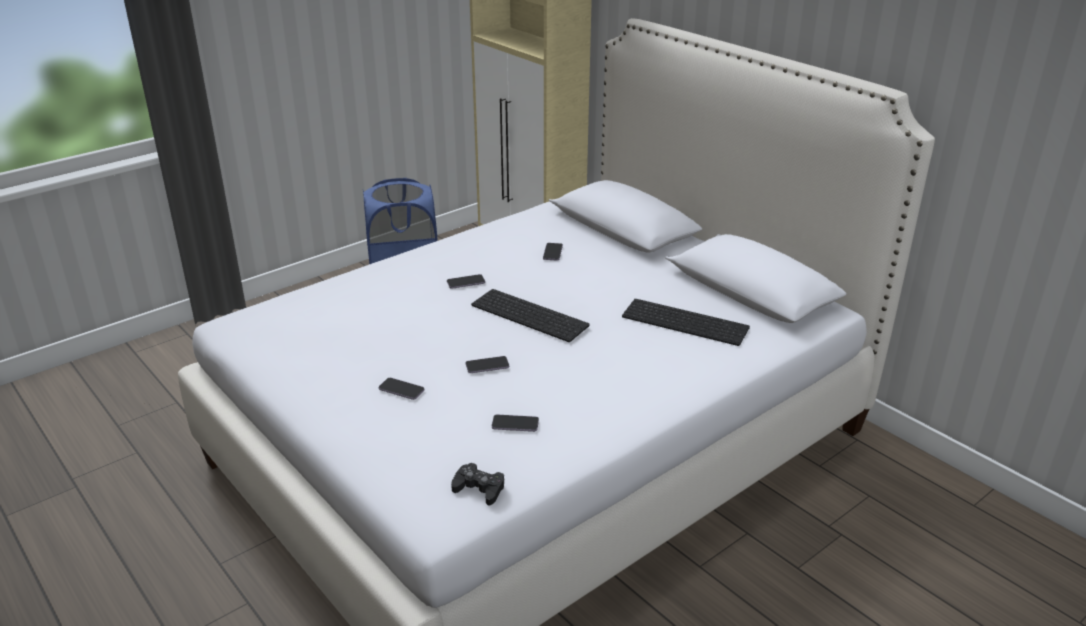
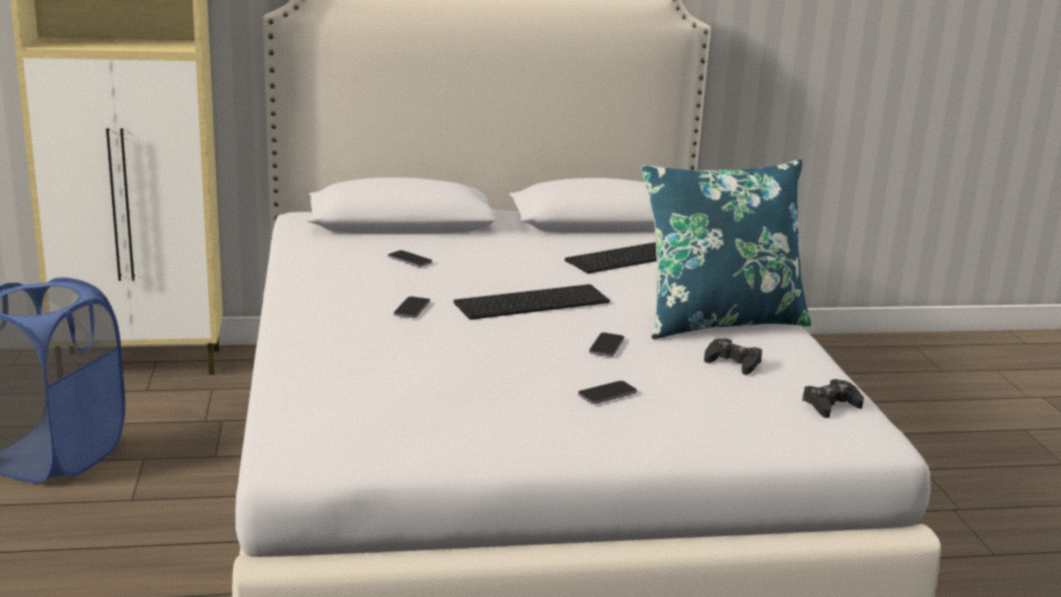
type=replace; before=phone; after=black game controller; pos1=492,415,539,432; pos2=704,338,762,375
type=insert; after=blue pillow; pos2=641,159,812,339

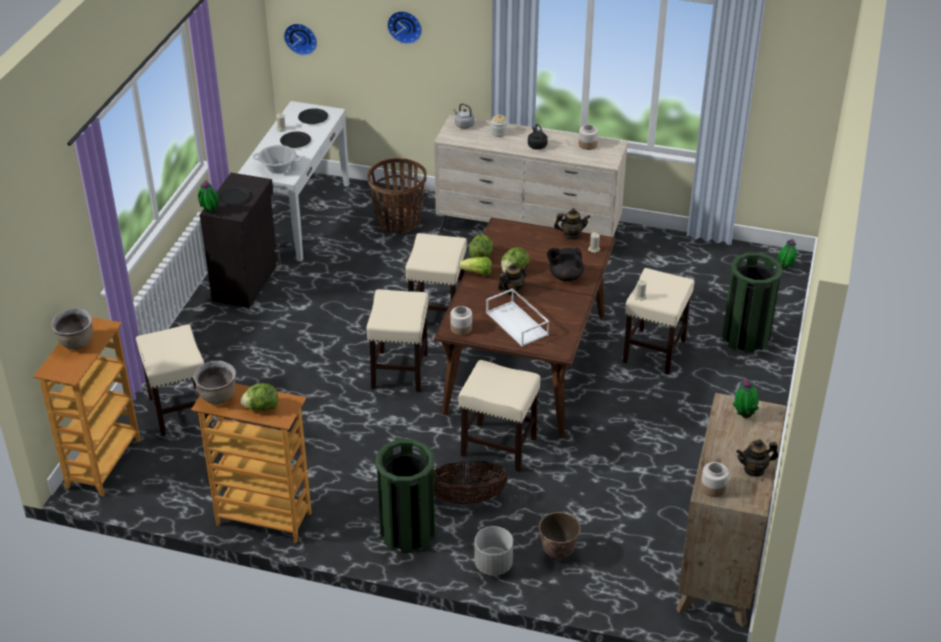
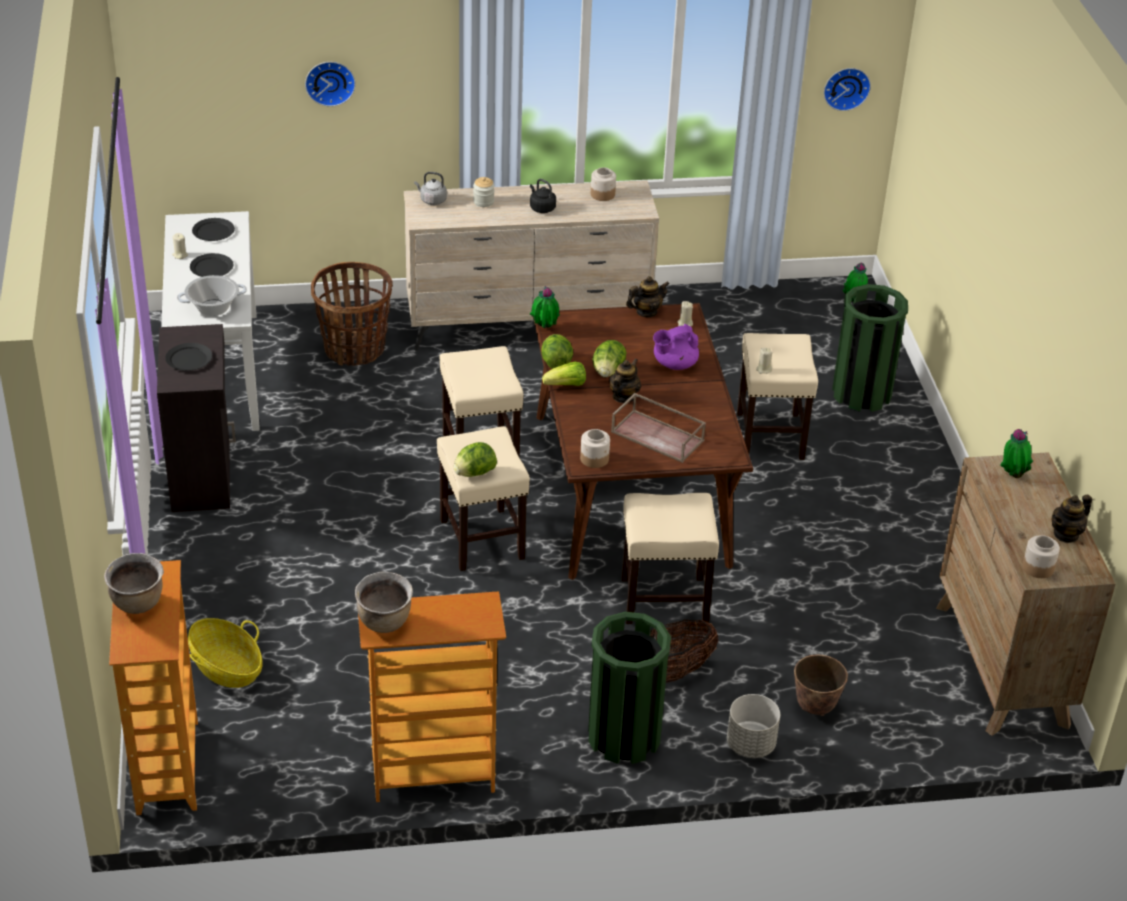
type=replace; before=beige stool; after=basket; pos1=136,324,211,436; pos2=188,618,263,688
type=move; before=potted plant; pos1=198,179,219,212; pos2=530,286,560,328
type=move; before=lettuce; pos1=241,383,278,411; pos2=454,442,497,477
type=move; before=wall clock; pos1=284,23,317,56; pos2=824,68,871,111
type=recolor; before=white tray; after=brown tray; pos1=486,288,549,347; pos2=611,393,706,463
type=recolor; before=black teapot; after=purple teapot; pos1=547,247,584,281; pos2=653,324,699,370

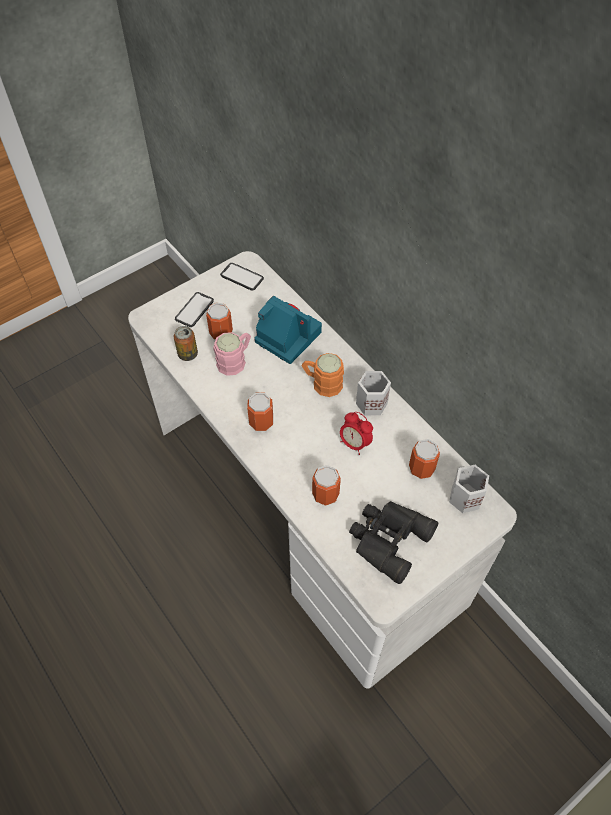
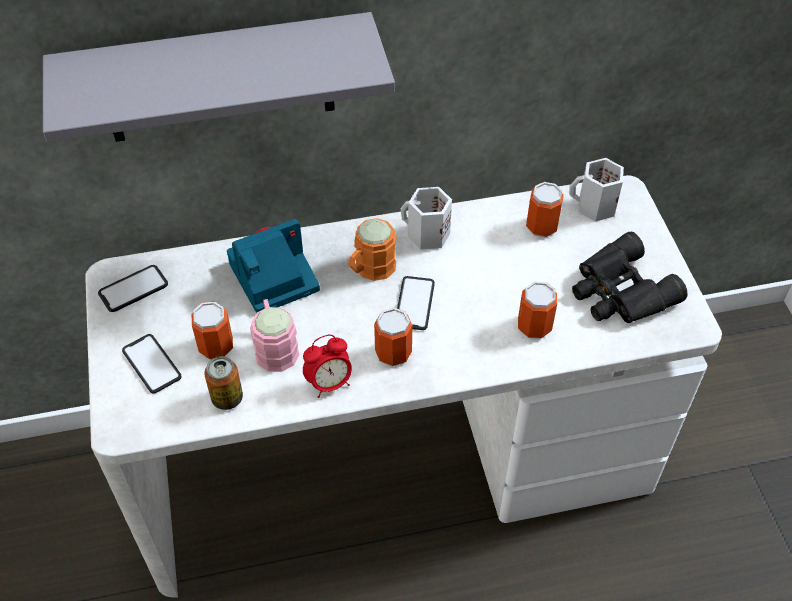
type=move; before=alarm clock; pos1=340,412,373,455; pos2=303,335,352,398
type=insert; after=grey shelf; pos2=43,12,395,142
type=insert; after=phone; pos2=397,276,435,330

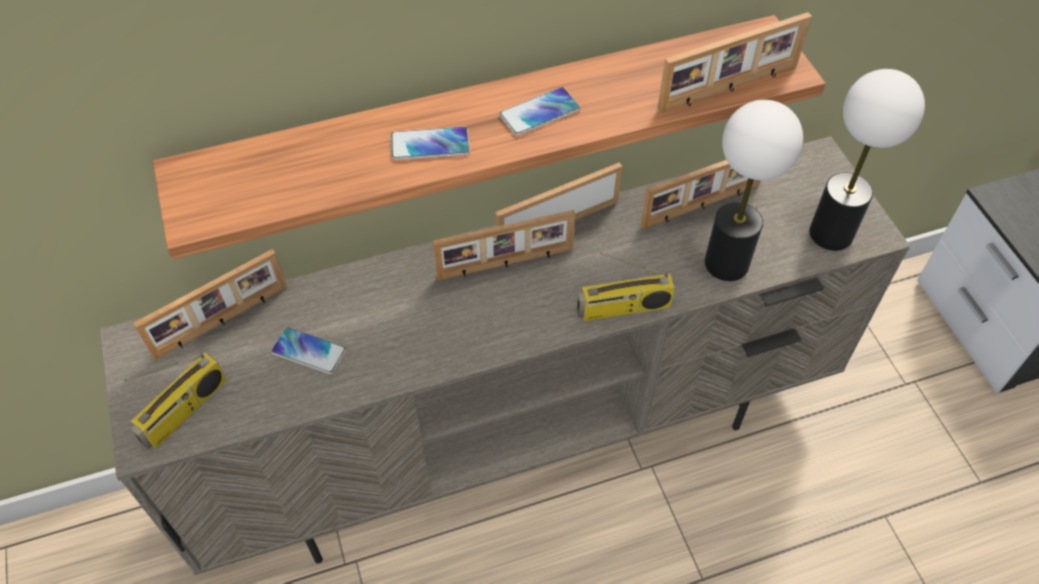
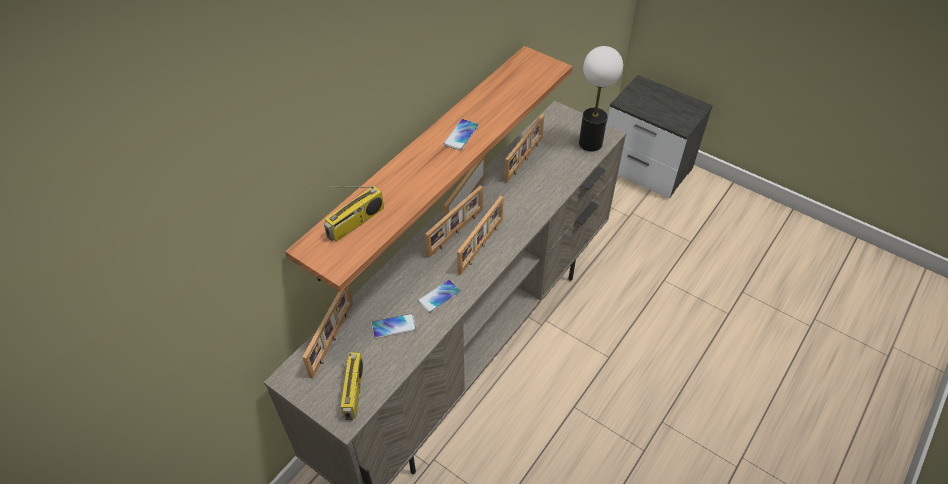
type=move; before=phone; pos1=390,127,470,160; pos2=418,280,461,313
type=move; before=radio; pos1=577,252,675,321; pos2=324,186,384,242
type=move; before=picture frame; pos1=657,12,812,113; pos2=457,196,504,275
type=delete; before=table lamp; pos1=705,100,803,281

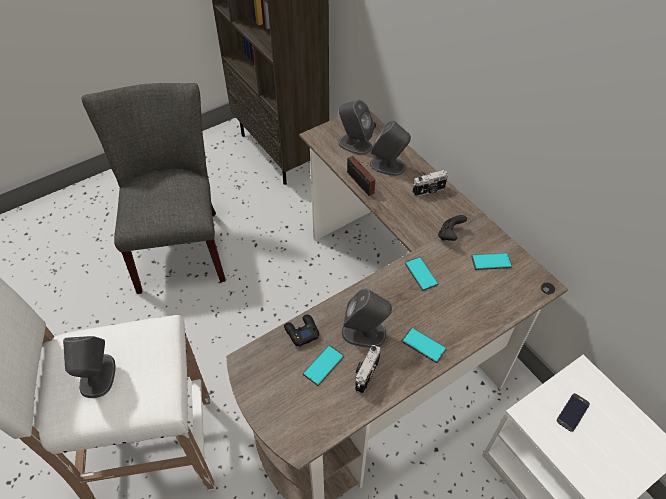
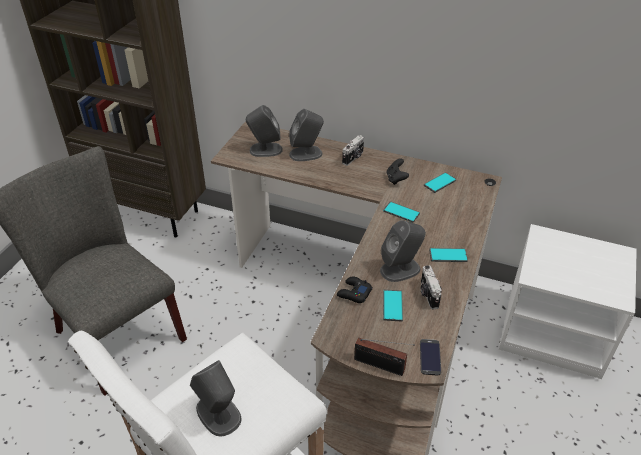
type=move; before=radio; pos1=347,156,378,196; pos2=354,338,415,376
type=move; before=phone; pos1=557,393,590,432; pos2=420,339,441,375

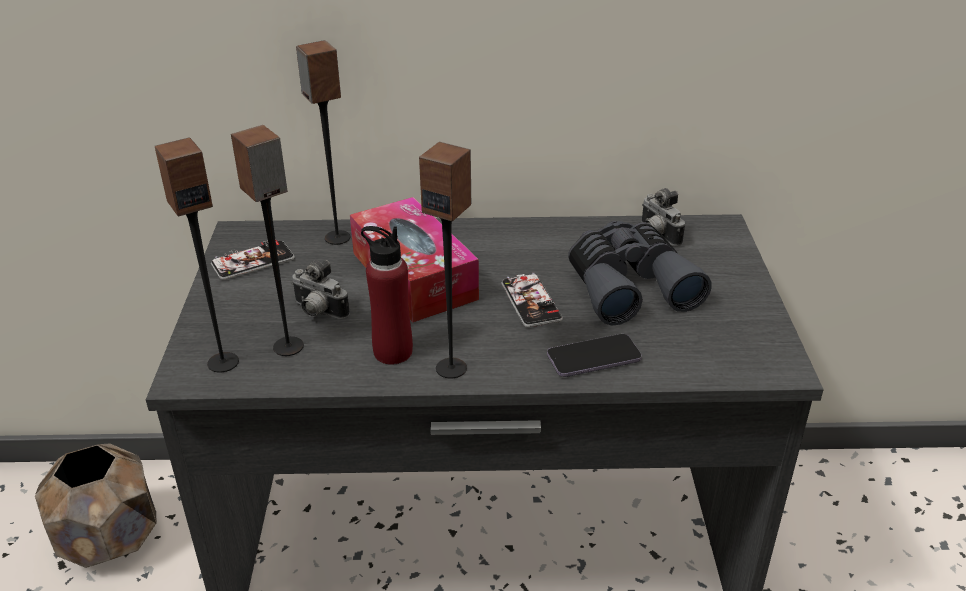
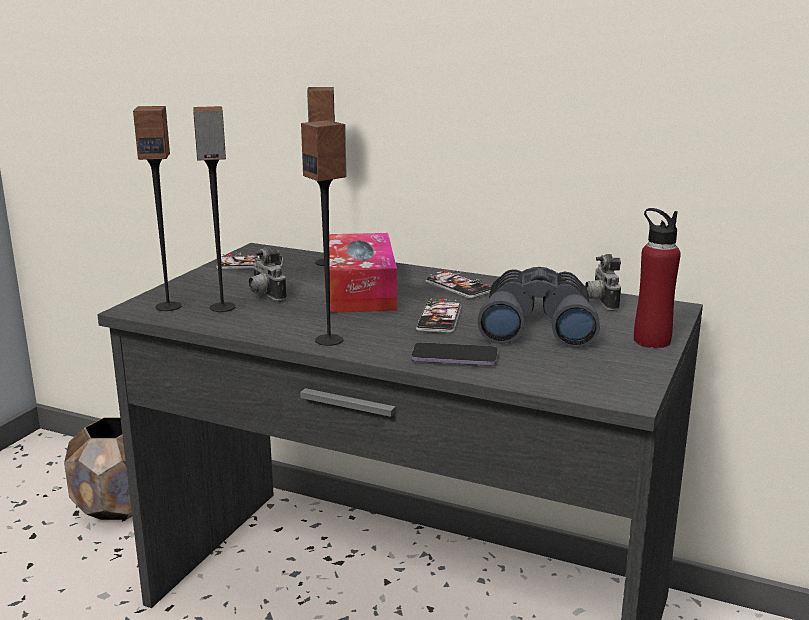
type=move; before=red bottle; pos1=361,226,413,364; pos2=634,208,681,348
type=insert; after=phone; pos2=425,270,491,299

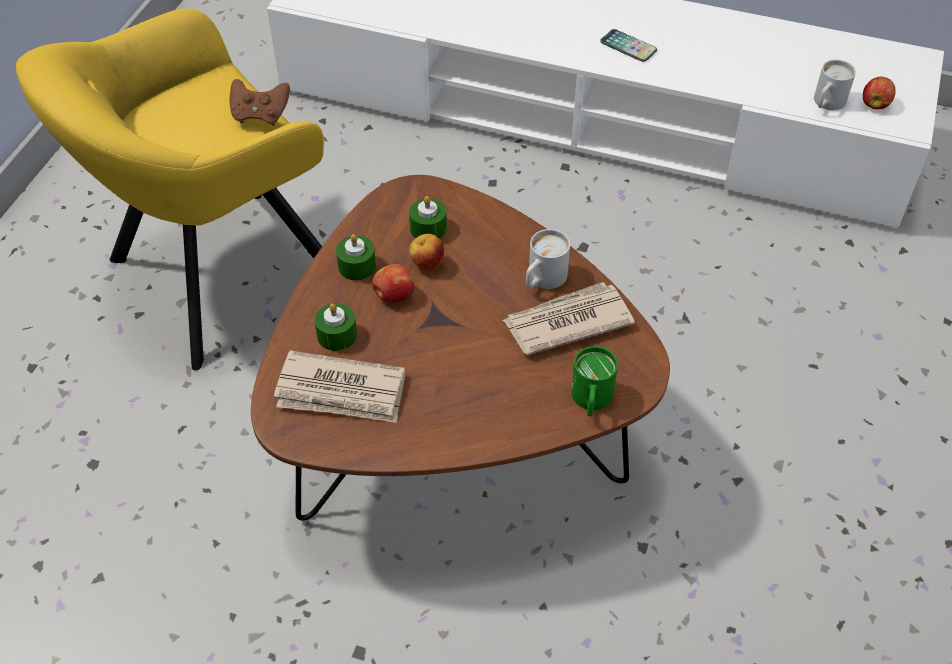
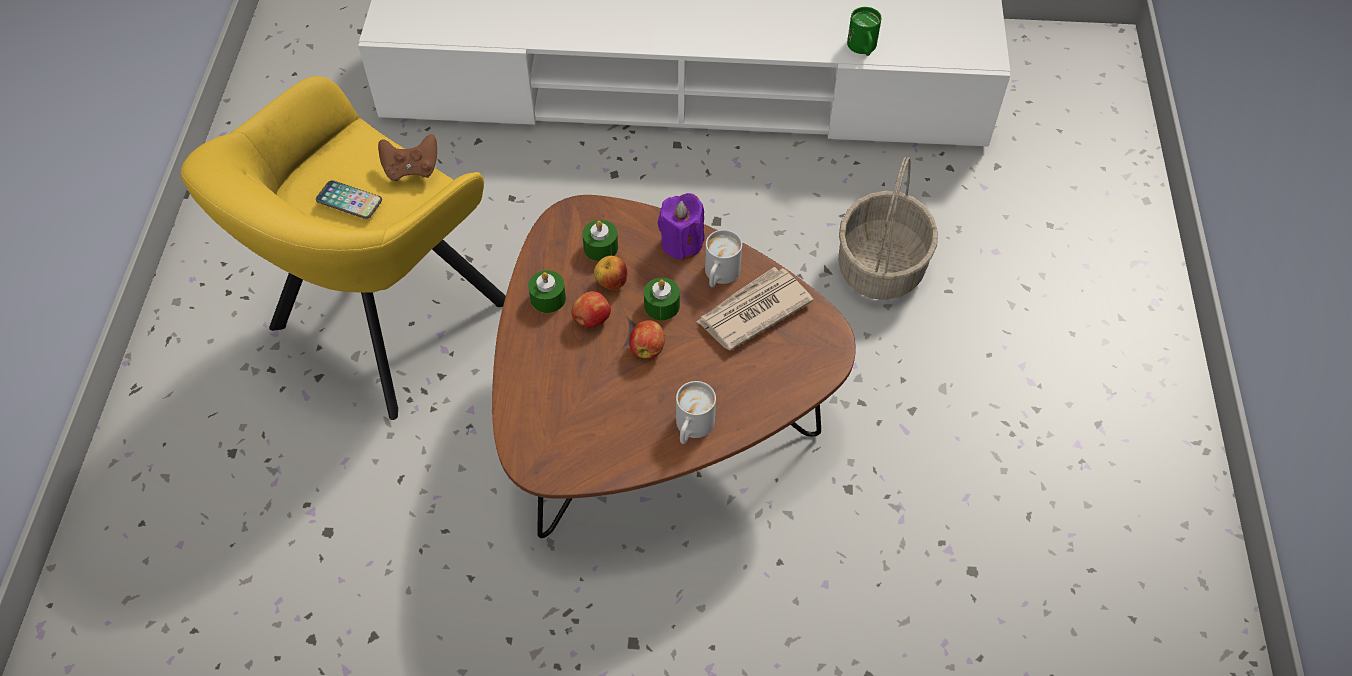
type=delete; before=newspaper; pos1=274,350,405,423
type=move; before=green candle; pos1=314,303,357,351; pos2=644,278,680,320
type=move; before=green mug; pos1=571,346,618,416; pos2=847,7,882,56
type=move; before=phone; pos1=600,29,657,62; pos2=316,180,382,219
type=move; before=white mug; pos1=814,59,856,110; pos2=676,381,716,444
type=move; before=apple; pos1=863,77,896,110; pos2=629,320,665,359
type=insert; after=purple candle; pos2=658,193,705,261
type=insert; after=basket; pos2=838,157,938,300

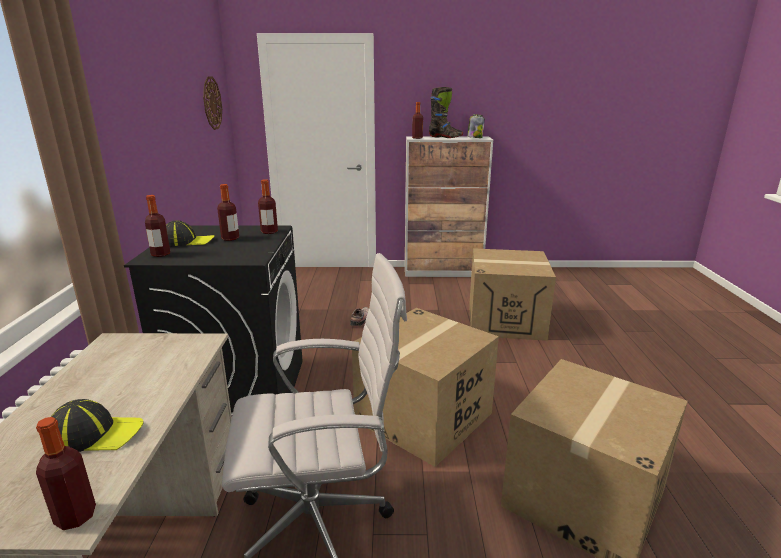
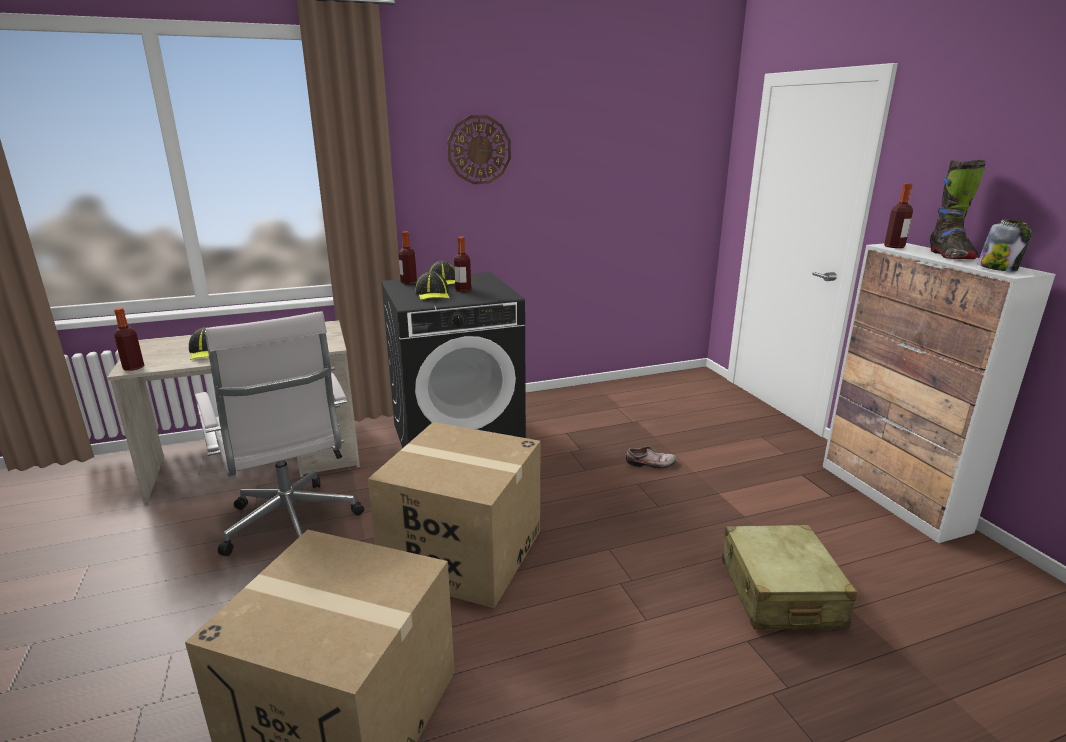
type=move; before=wall clock; pos1=203,76,222,130; pos2=447,115,511,184
type=delete; before=bottle; pos1=258,179,278,234
type=replace; before=cardboard box; after=beige suitcase; pos1=469,248,556,341; pos2=722,525,857,630
type=insert; after=cap; pos2=415,271,450,300

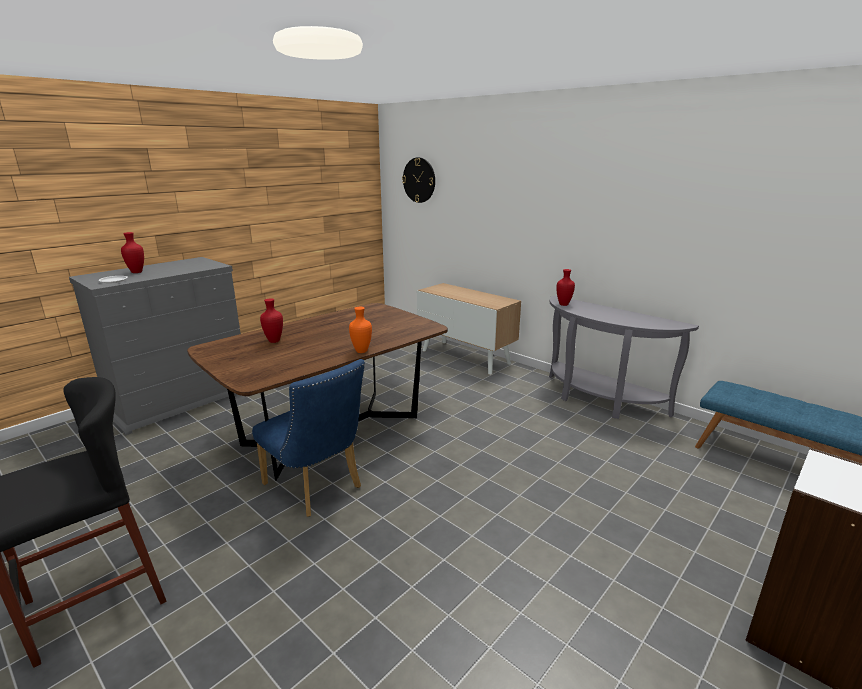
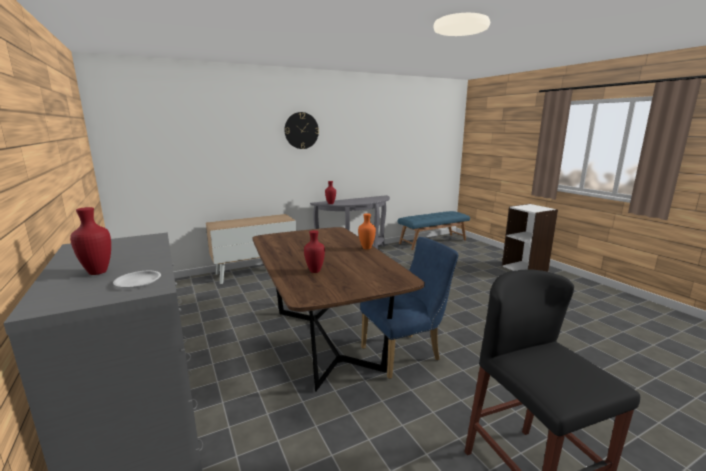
type=move; before=wall clock; pos1=402,157,435,203; pos2=284,112,319,149

